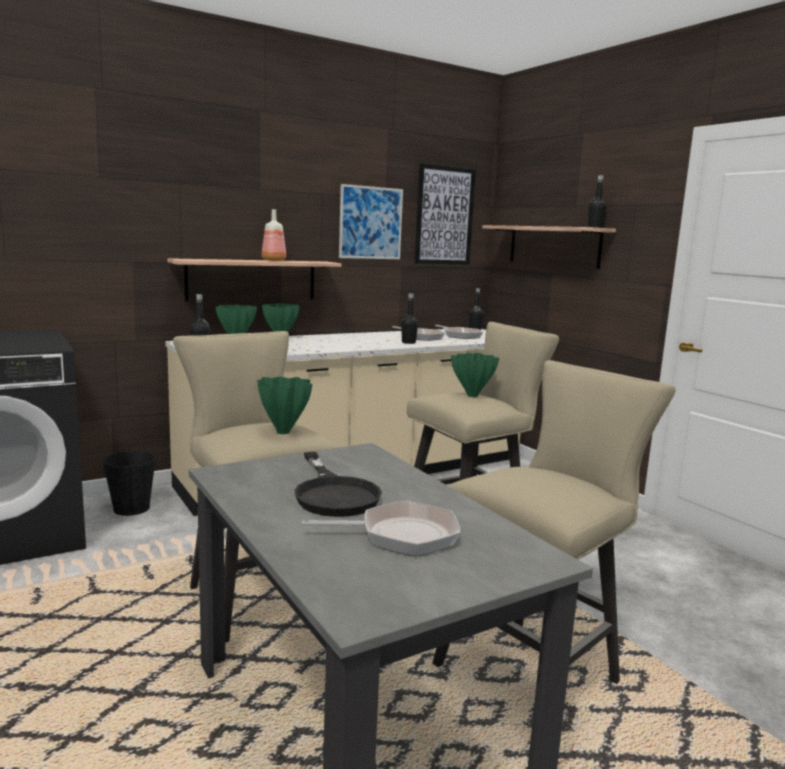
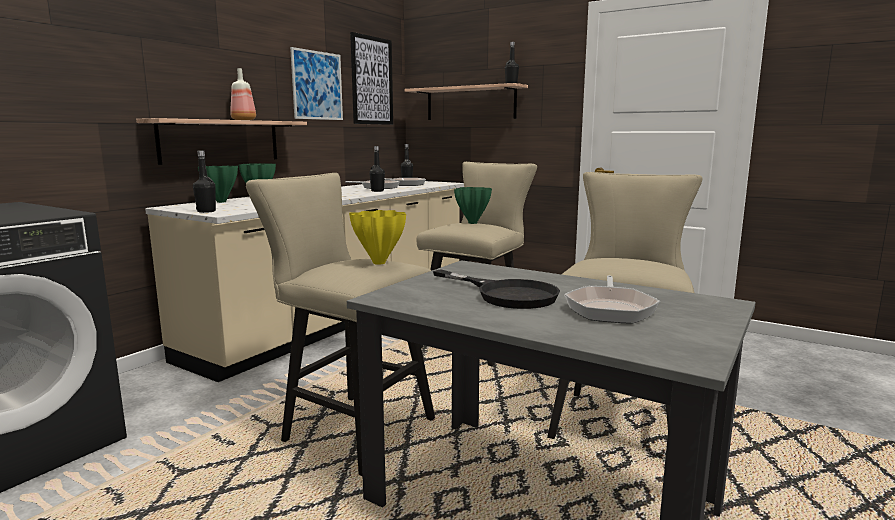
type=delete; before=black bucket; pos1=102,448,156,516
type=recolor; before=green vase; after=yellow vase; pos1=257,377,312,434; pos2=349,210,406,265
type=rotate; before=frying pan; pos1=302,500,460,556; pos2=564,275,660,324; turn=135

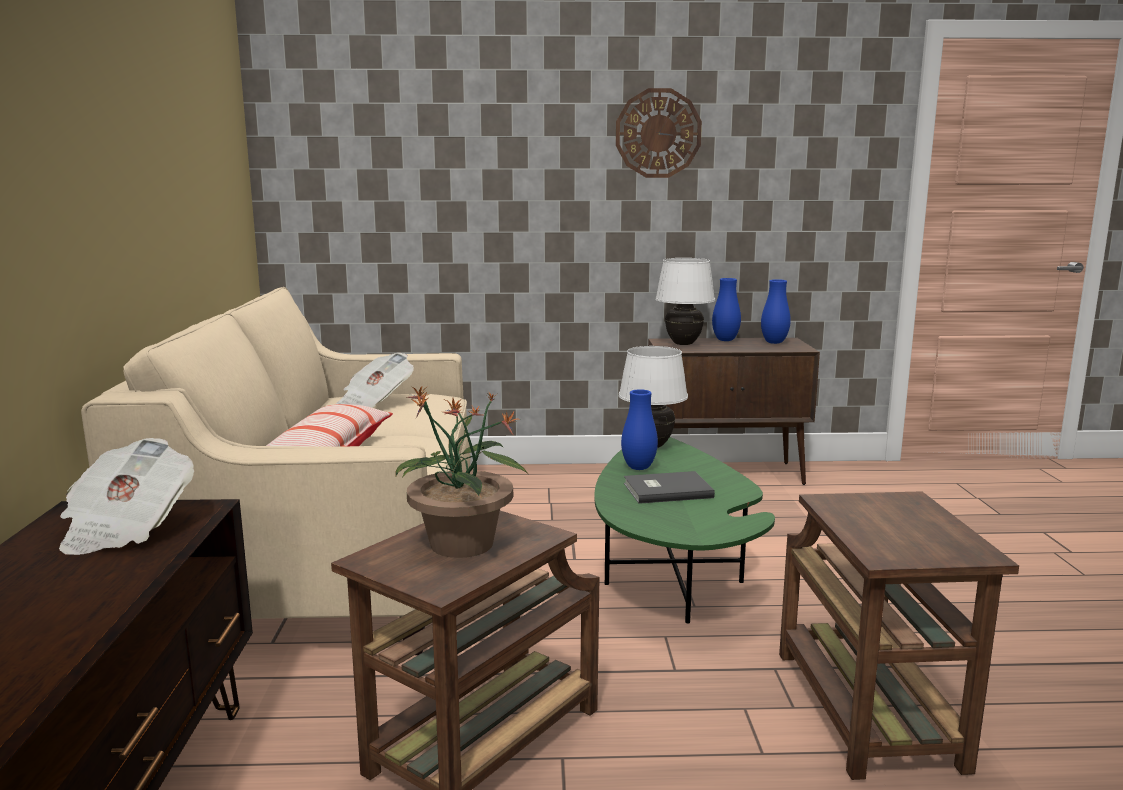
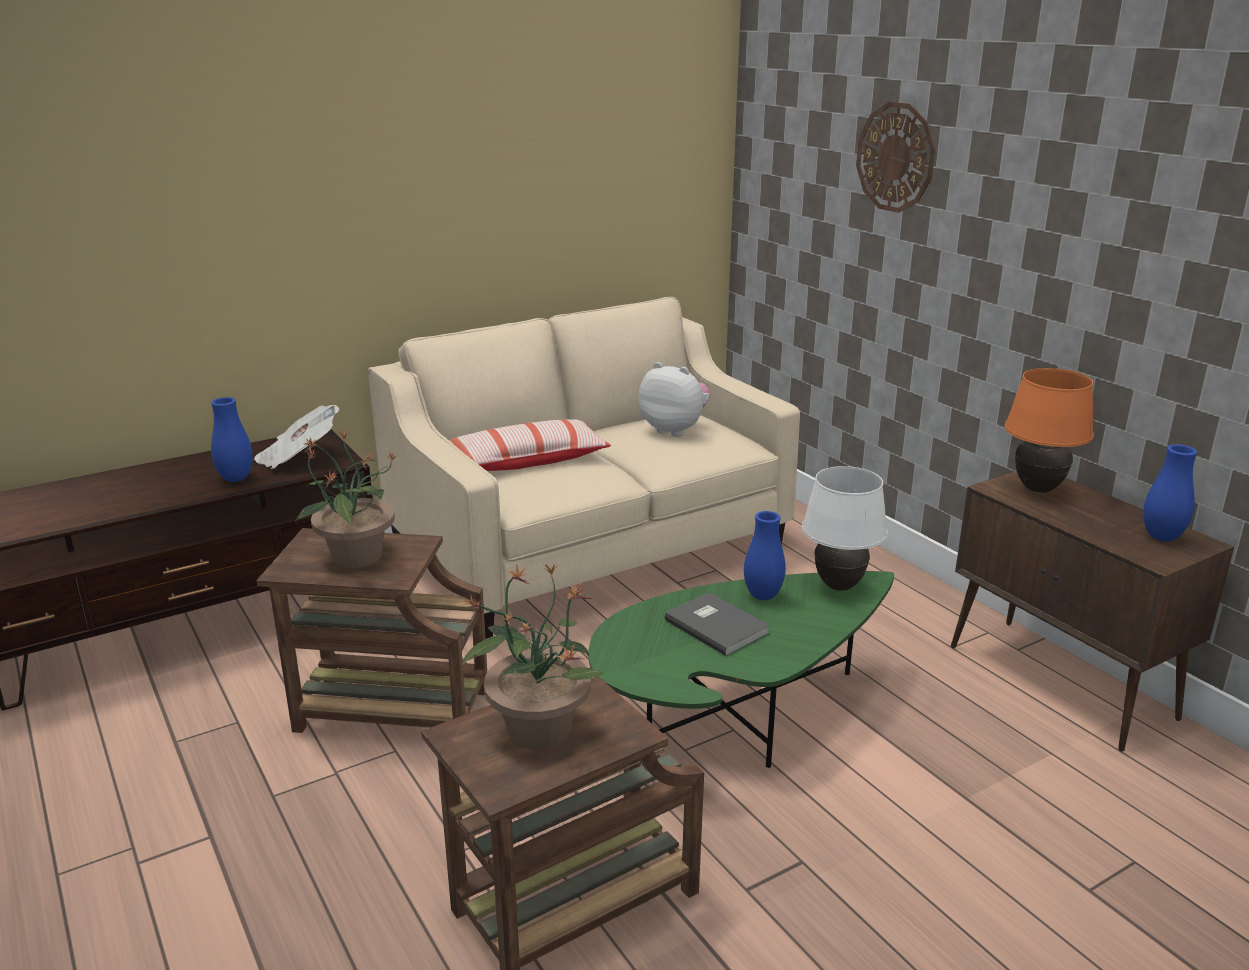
type=replace; before=newspaper; after=plush toy; pos1=336,353,414,408; pos2=638,362,710,437
type=move; before=wall clock; pos1=616,88,702,178; pos2=856,102,935,213
type=recolor; before=white table lamp; after=orange table lamp; pos1=655,258,715,345; pos2=1005,368,1094,493
type=move; before=blue vase; pos1=712,278,741,341; pos2=211,397,253,482
type=insert; after=potted plant; pos2=462,564,603,750

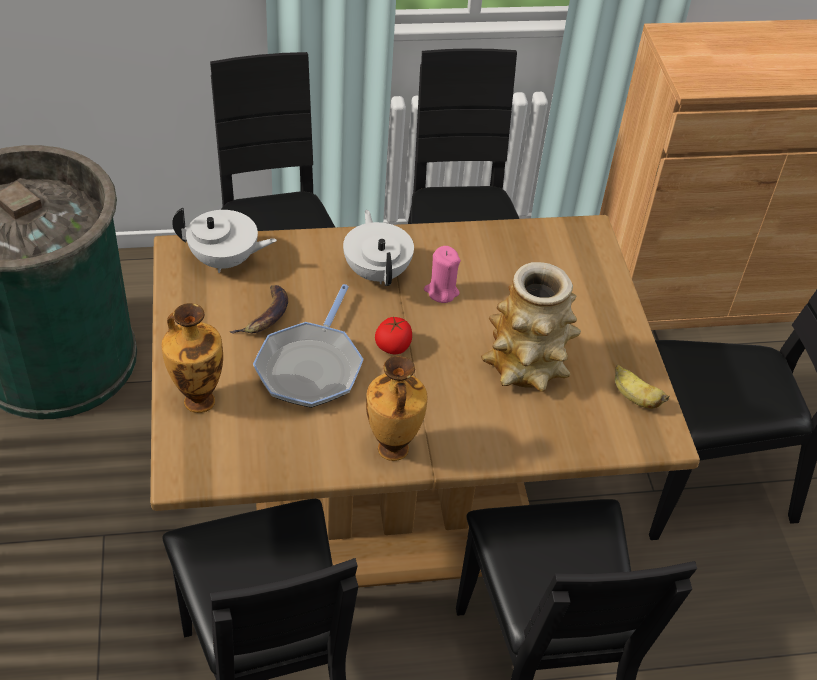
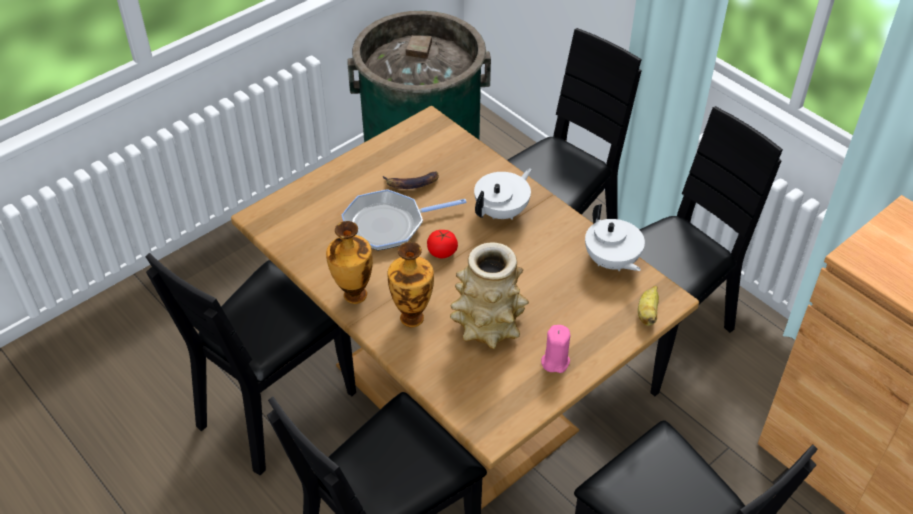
type=move; before=vase; pos1=162,303,223,413; pos2=388,242,434,327
type=move; before=white teapot; pos1=172,208,277,273; pos2=585,204,645,271
type=move; before=pink candle; pos1=424,246,461,303; pos2=541,325,570,373
type=move; before=banana; pos1=615,364,669,409; pos2=638,286,659,326

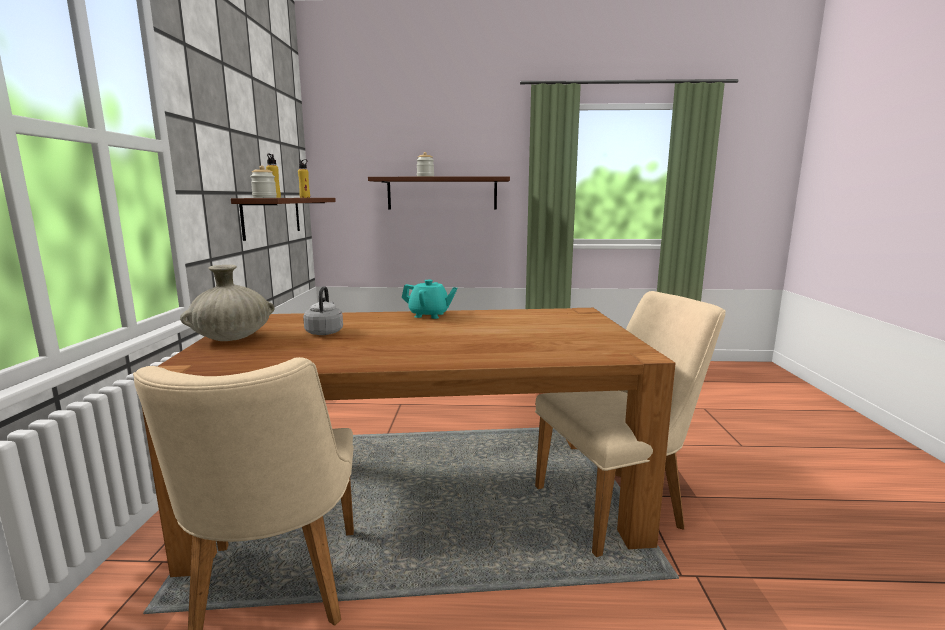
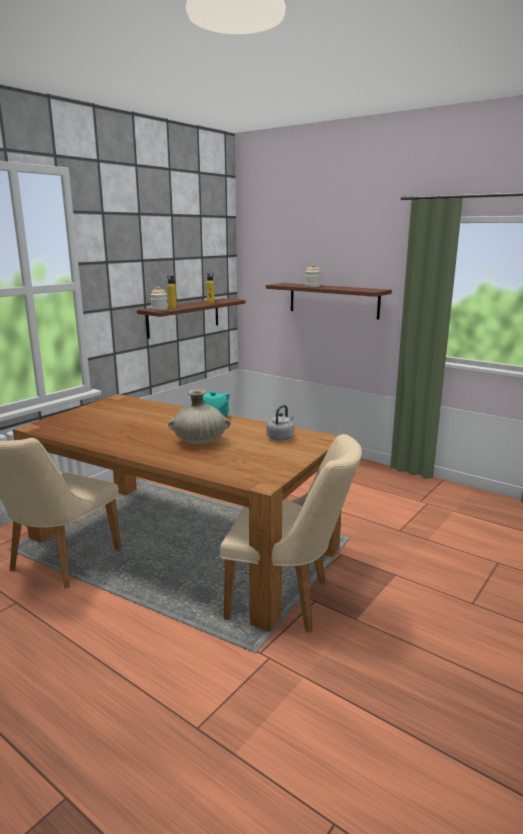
type=move; before=beige vase; pos1=180,265,275,341; pos2=168,389,231,444
type=move; before=grey kettle; pos1=303,286,343,335; pos2=267,405,294,441

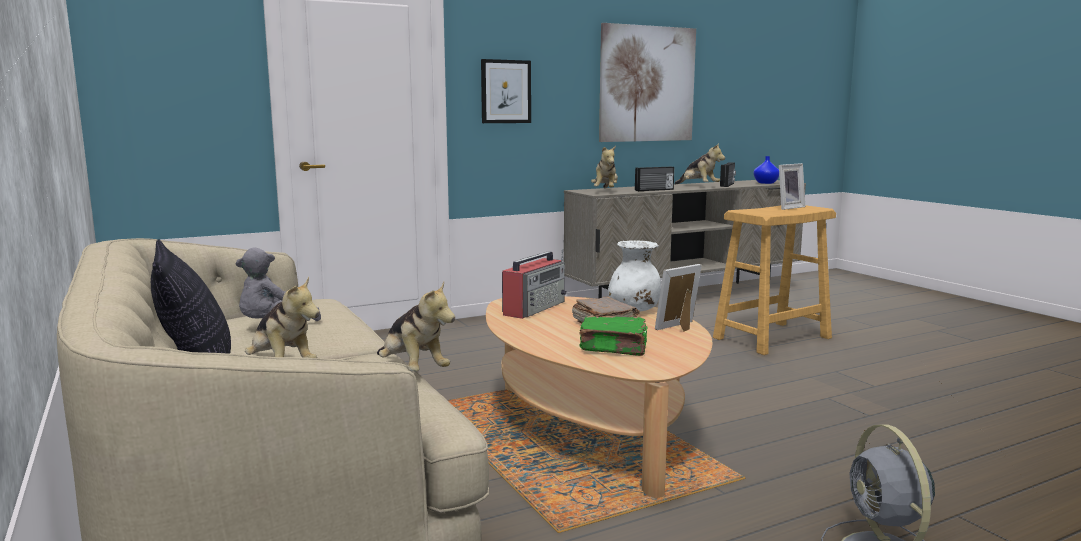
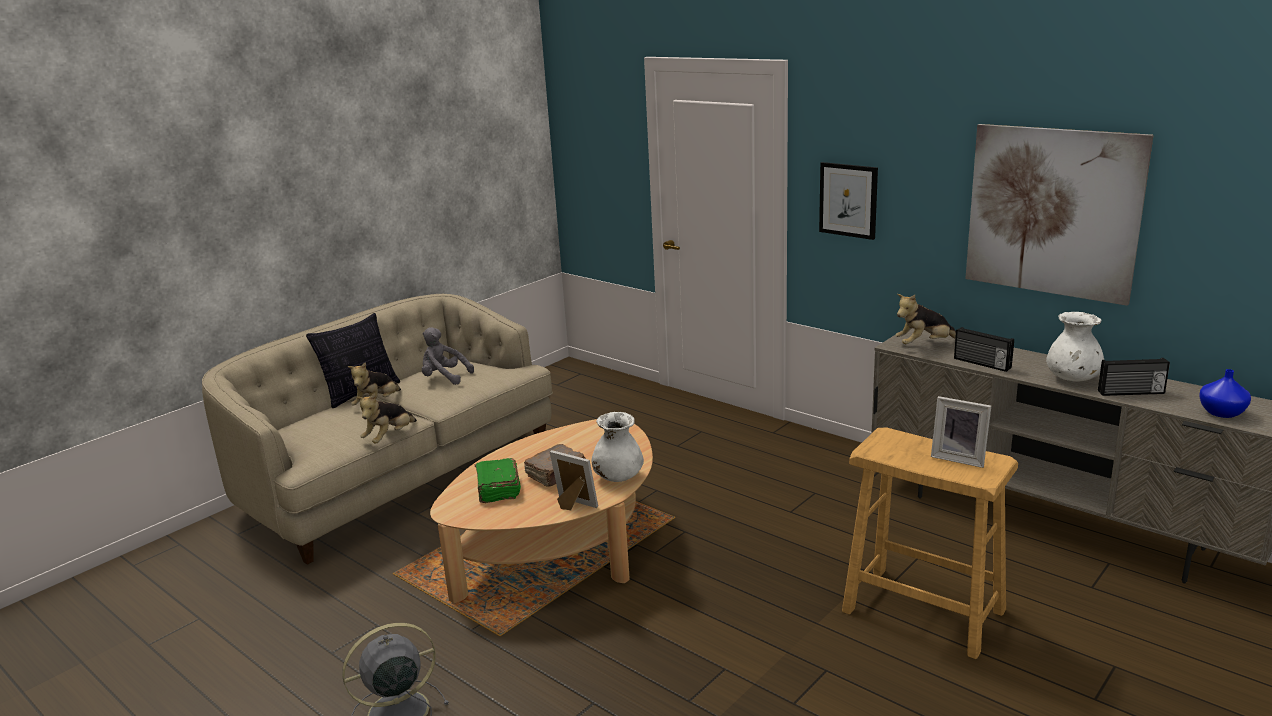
type=delete; before=radio; pos1=502,249,567,319
type=replace; before=plush toy; after=white vase; pos1=674,143,725,185; pos2=1046,312,1104,382

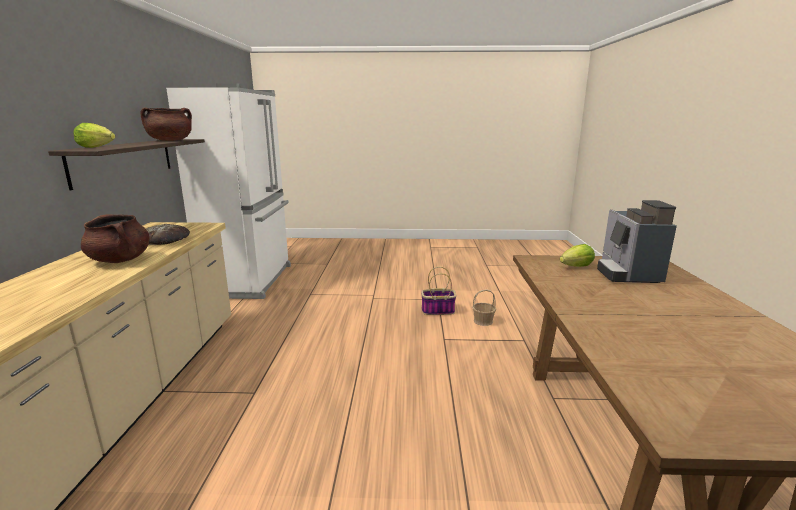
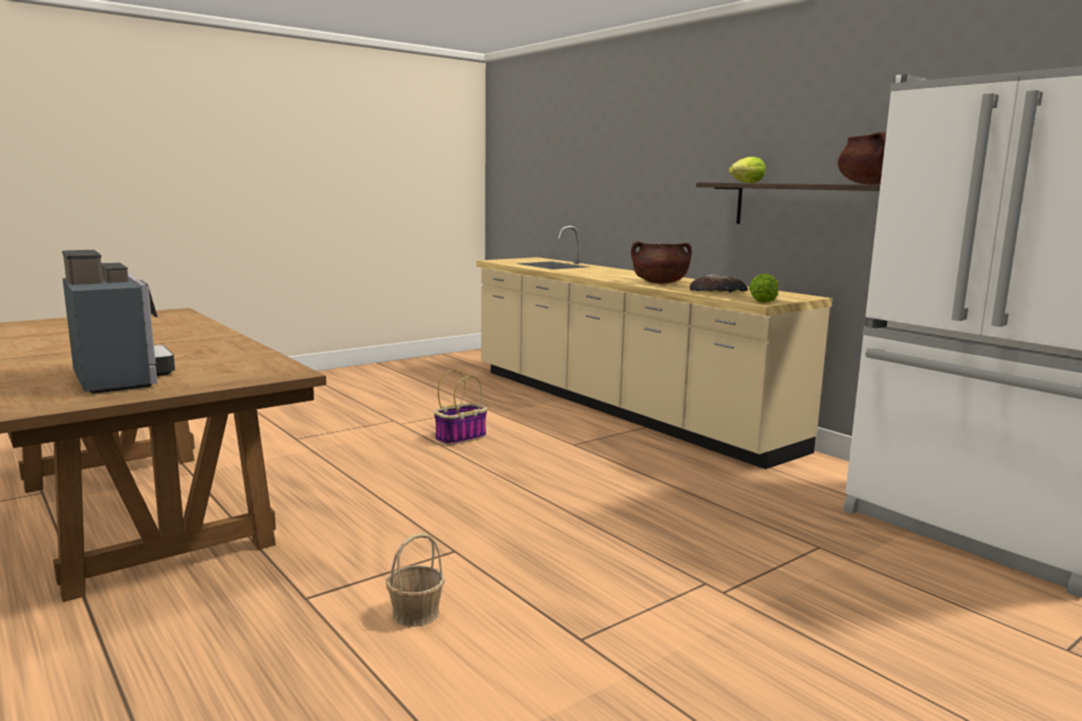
type=move; before=basket; pos1=421,267,456,315; pos2=434,370,487,446
type=move; before=lettuce; pos1=560,244,595,267; pos2=749,274,778,303

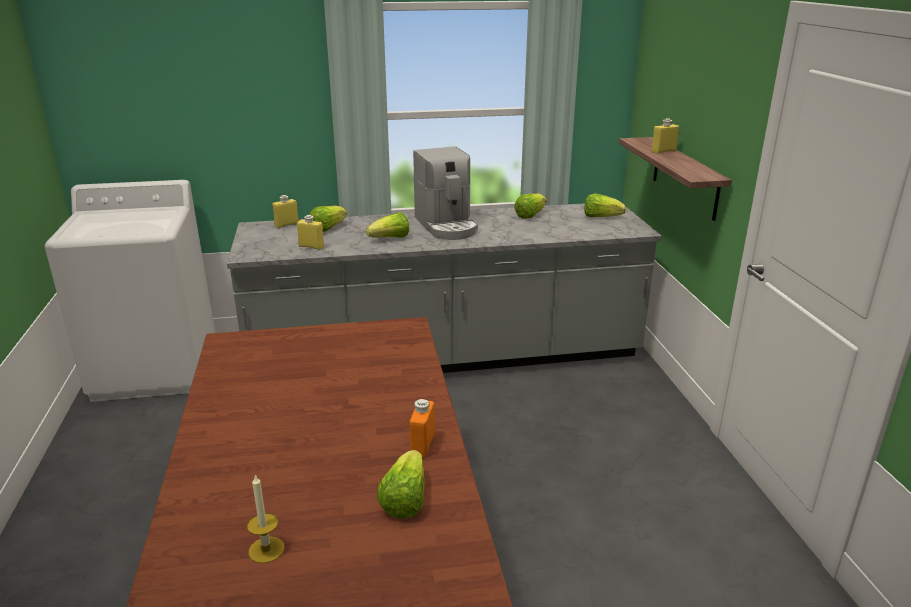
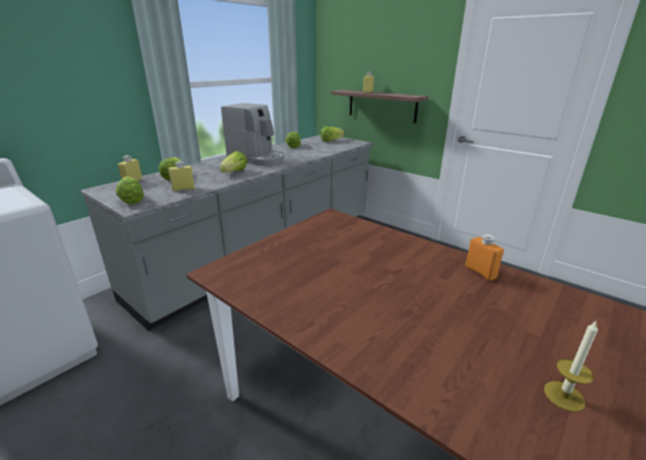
type=move; before=lettuce; pos1=377,450,425,518; pos2=116,176,144,204

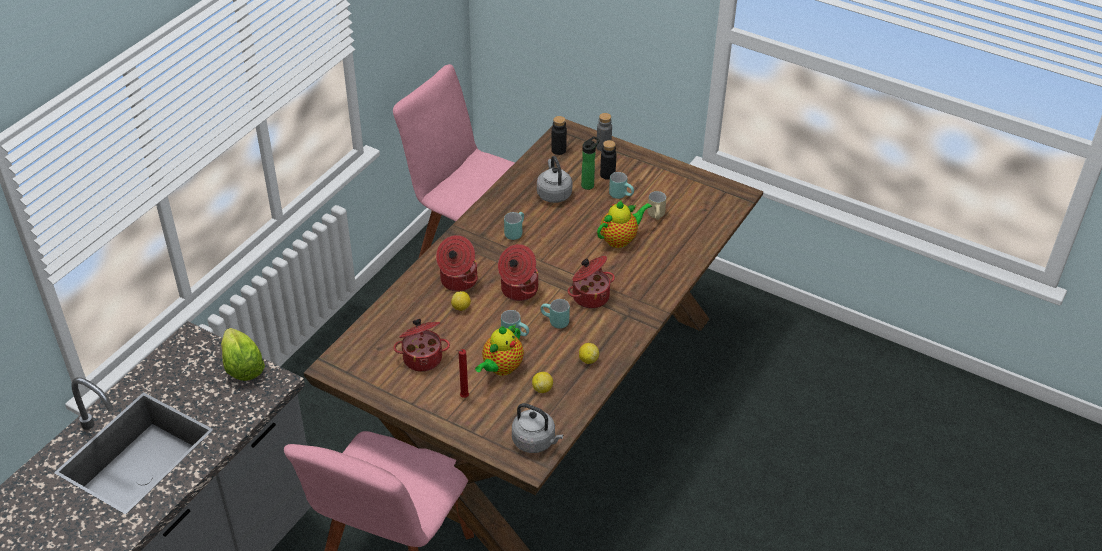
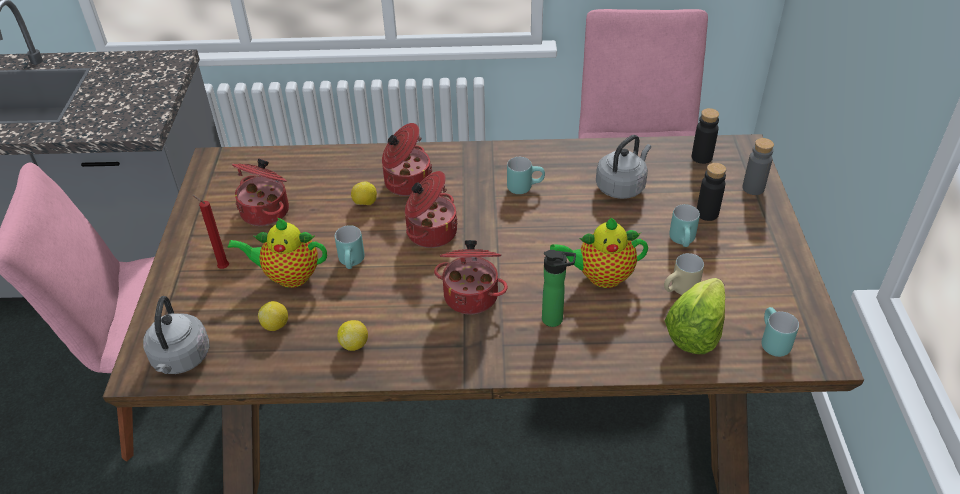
type=move; before=lettuce; pos1=221,328,265,381; pos2=664,278,725,354
type=move; before=turquoise mug; pos1=541,299,570,329; pos2=762,307,799,357
type=move; before=bottle; pos1=581,136,600,190; pos2=542,250,576,327
type=rotate; before=teapot; pos1=597,200,652,248; pos2=550,217,648,288; turn=150

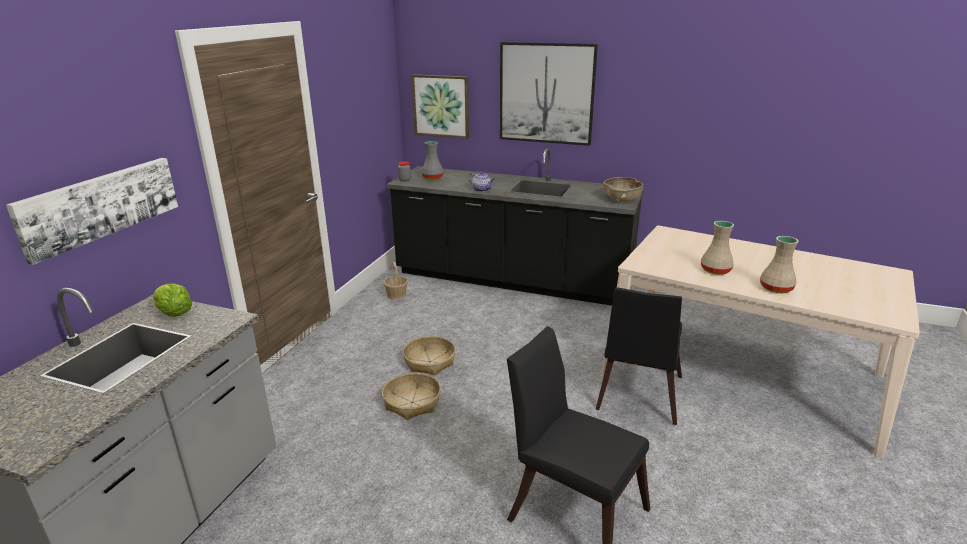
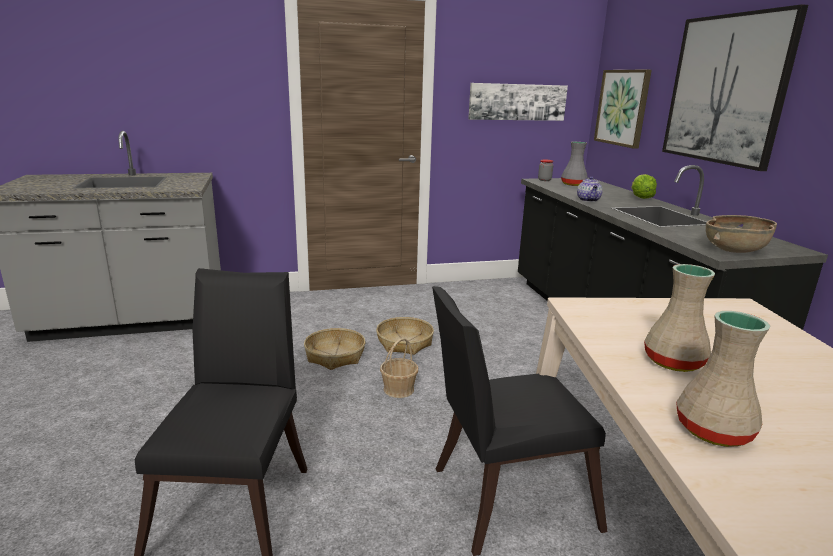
type=move; before=picture; pos1=6,158,178,265; pos2=468,83,568,121
type=move; before=lettuce; pos1=153,284,192,317; pos2=632,174,657,199
type=move; before=basket; pos1=383,262,408,300; pos2=380,338,418,398

